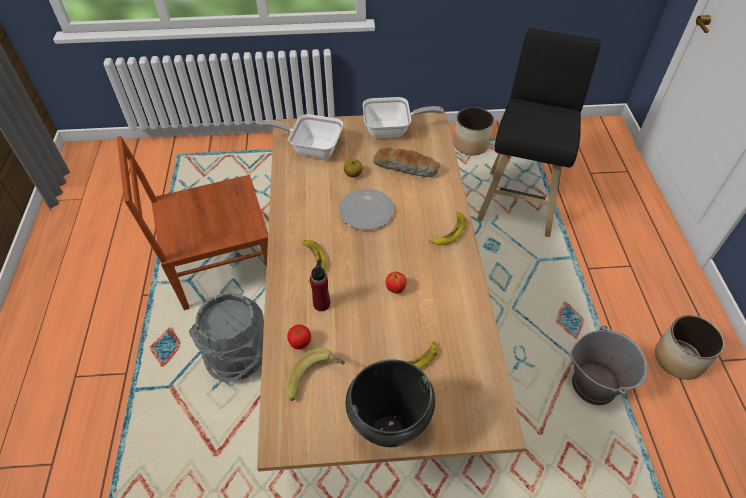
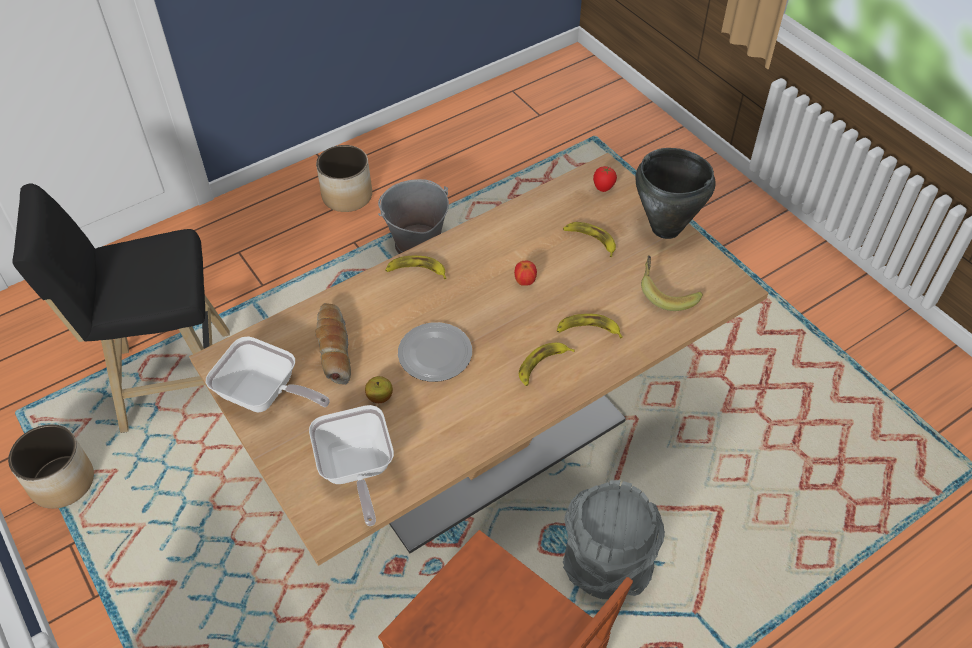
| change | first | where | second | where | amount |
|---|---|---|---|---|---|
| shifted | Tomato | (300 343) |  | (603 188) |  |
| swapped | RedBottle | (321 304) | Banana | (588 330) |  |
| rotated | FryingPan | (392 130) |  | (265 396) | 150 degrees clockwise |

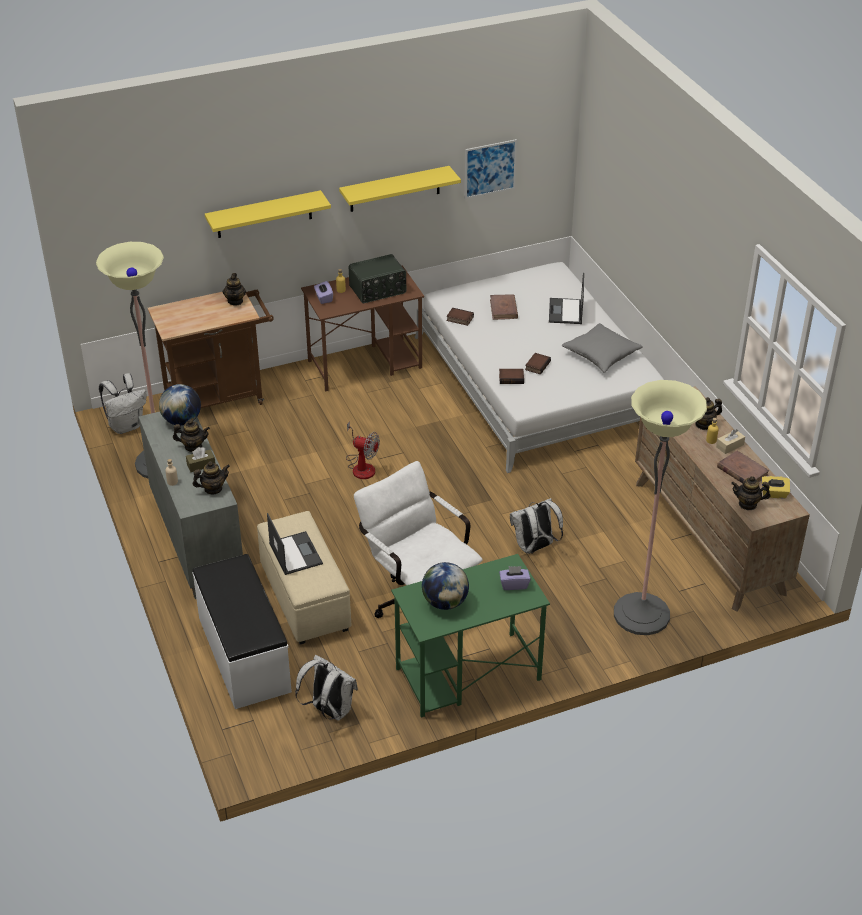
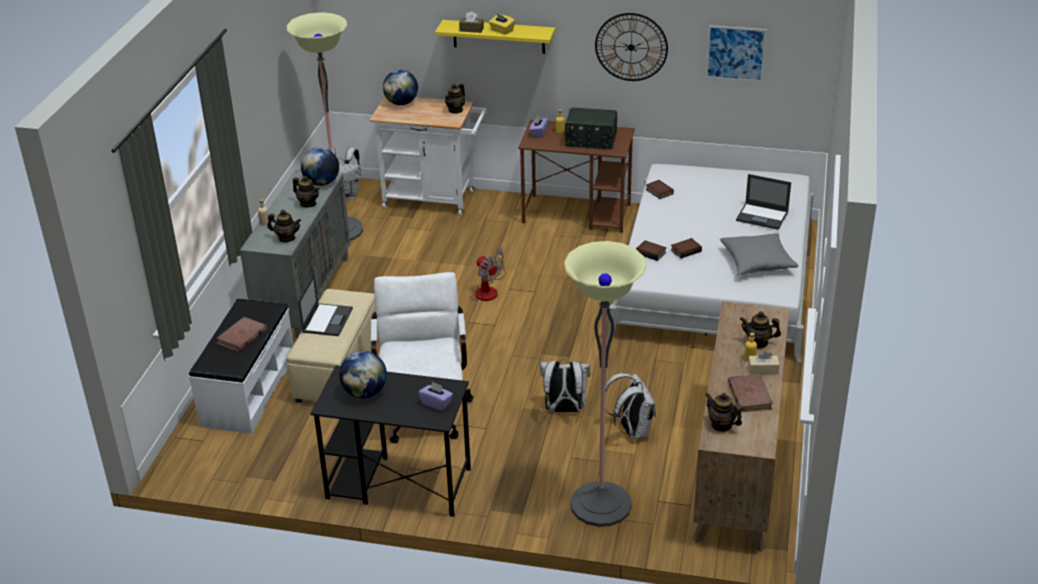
| change | first | where | second | where | amount |
|---|---|---|---|---|---|
| new |  |  | Globe | (401 103) |  |
| shifted | BrownTissueBox | (201 465) |  | (471 29) |  |
| shifted | WhiteBackpack | (329 710) |  | (632 430) |  |
| shifted | BrownBook | (503 309) |  | (242 337) |  |
| shifted | YellowTissueBox | (774 494) |  | (502 30) |  |
| swapped | YellowShelf | (395 189) | WallClock | (631 47) |  |
| repainted | BrownCart | (220 398) | WhiteCart | (434 199) |  |
| repainted | GreenDesk | (467 675) | BlackDesk | (397 484) |  |
| rotated | Laptop | (565 312) |  | (762 216) | 105 degrees counterclockwise |

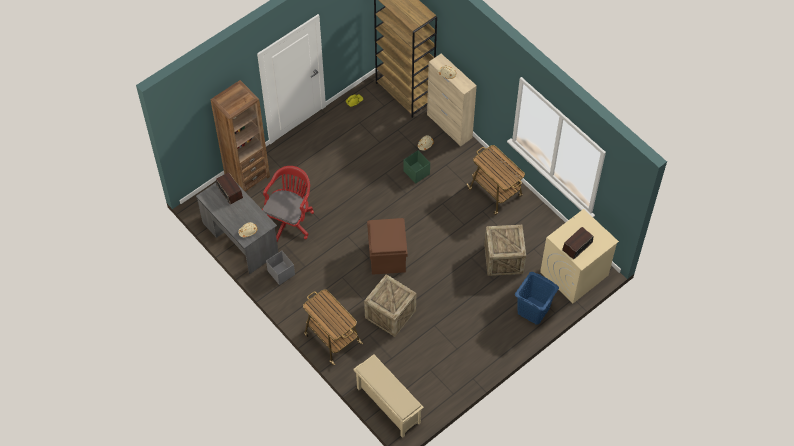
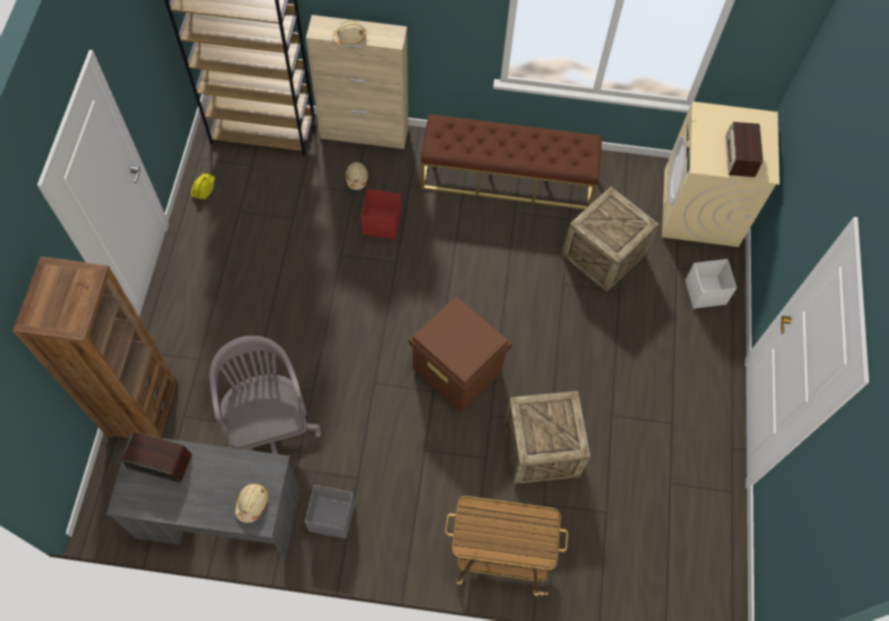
| change | first | where | second | where | amount |
|---|---|---|---|---|---|
| gone | BeigeShoeRack | (387 405) |  |  |  |
| swapped | Cart | (495 193) | BrownBench | (508 177) |  |
| swapped | BlueLaundryBasket | (533 310) | WhiteStorageBox | (705 292) |  |
| repainted | RedOfficeChair | (290 220) | GreyOfficeChair | (269 425) |  |
| repainted | GreenStorageBox | (416 173) | RedStorageBox | (382 224) |  |

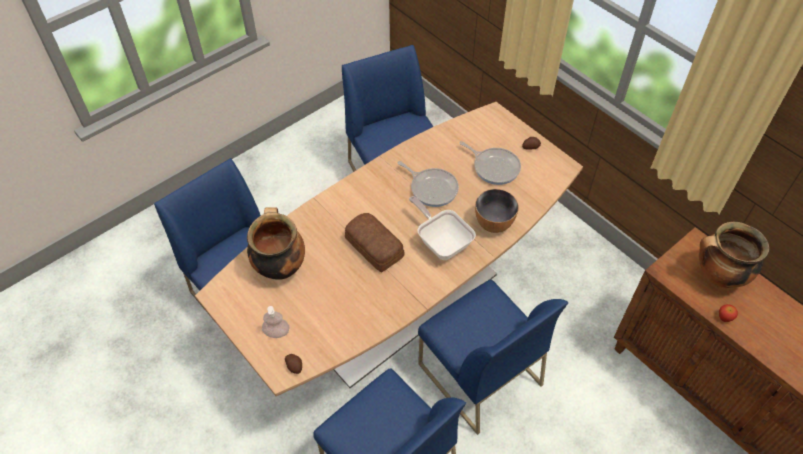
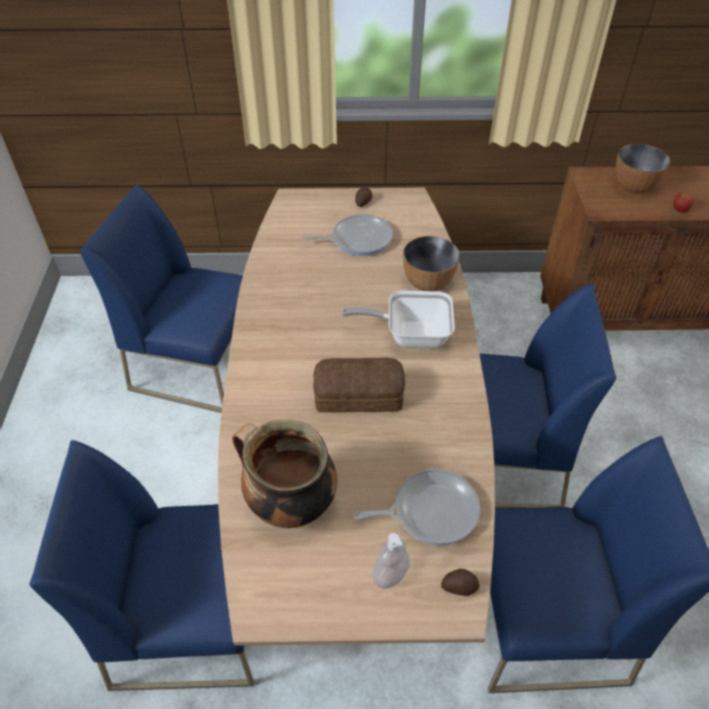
| change | first | where | second | where | amount |
|---|---|---|---|---|---|
| shifted | FryingPan | (432 188) |  | (430 510) |  |
| swapped | CookingPot | (718 276) | Bowl | (633 187) |  |

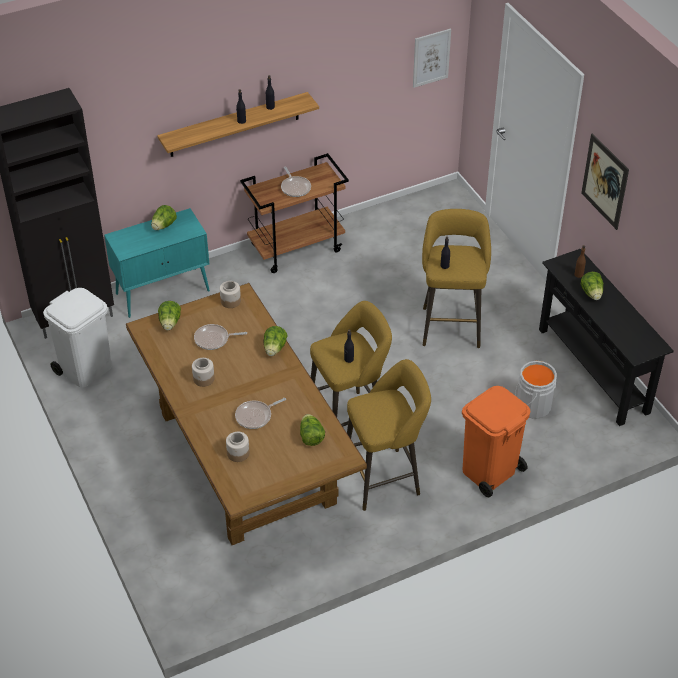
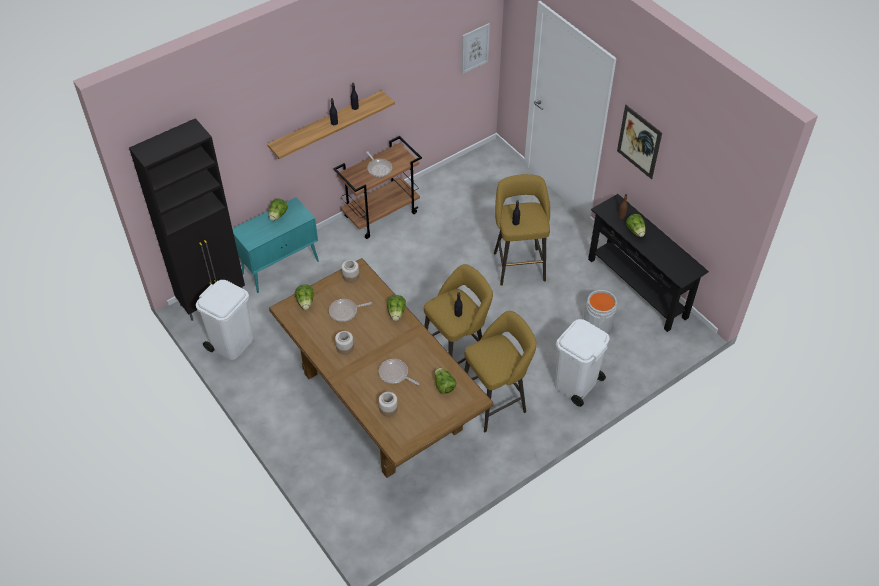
| change | first | where | second | where | amount |
|---|---|---|---|---|---|
| repainted | OrangeTrashCan | (489 471) | WhiteTrashCan | (575 384) |  |
| rotated | FryingPan | (255 416) |  | (395 374) | 75 degrees clockwise |

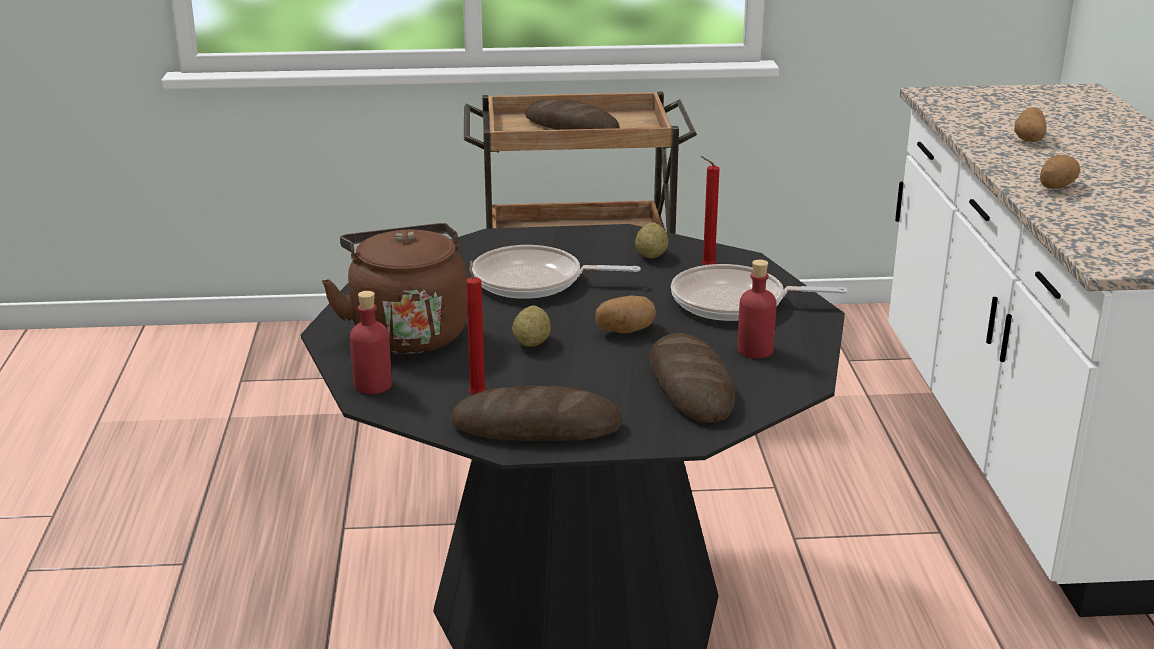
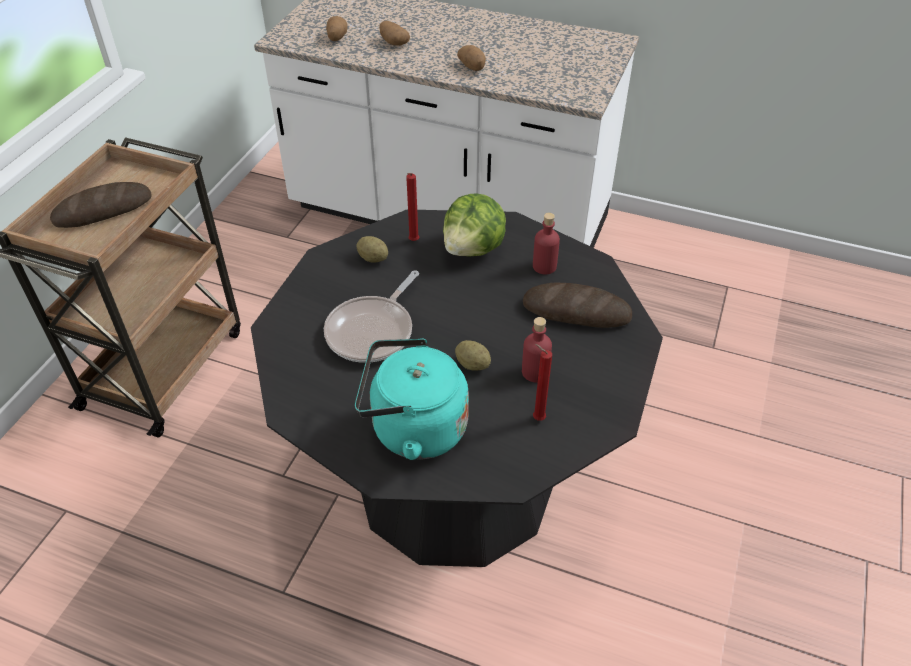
| change | first | where | second | where | amount |
|---|---|---|---|---|---|
| gone | Bread | (536 426) |  |  |  |
| shifted | RedBottle | (373 385) |  | (535 372) |  |
| shifted | Potato | (625 330) |  | (336 38) |  |
| swapped | FryingPan | (735 303) | Lettuce | (473 249) |  |
| repainted | BrownKettle | (406 332) | TurquoiseKettle | (413 429) |  |

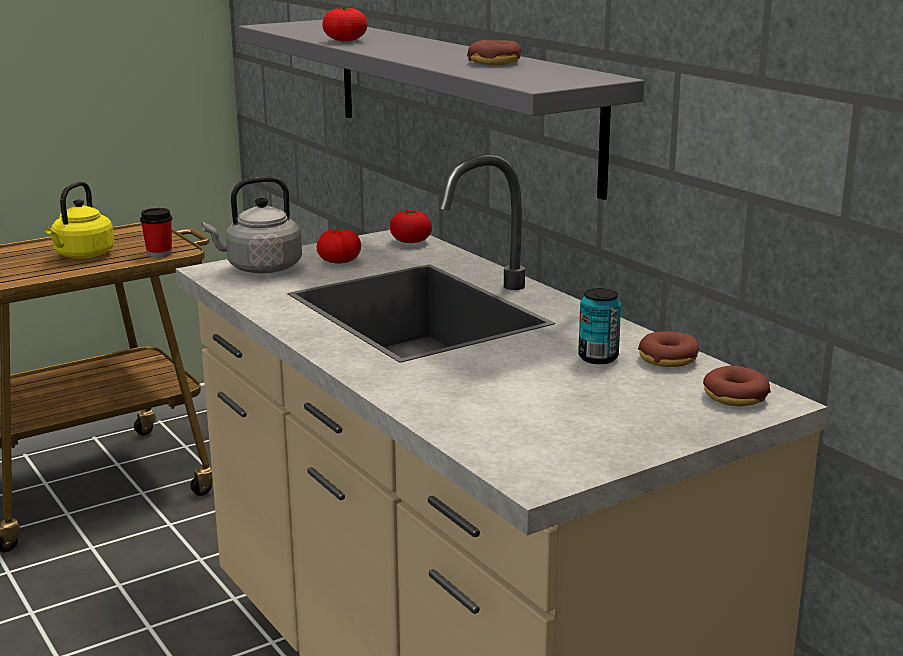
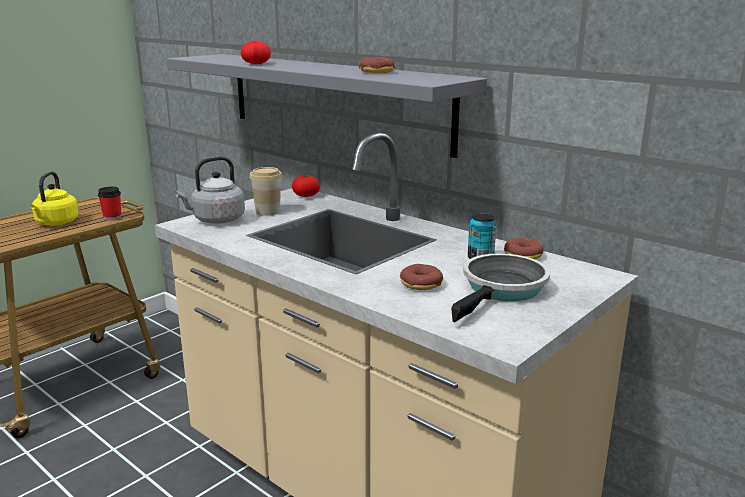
| change | first | where | second | where | amount |
|---|---|---|---|---|---|
| new |  |  | FryingPan | (502 290) |  |
| shifted | Donut | (735 397) |  | (421 284) |  |
| swapped | Tomato | (339 261) | Cup | (267 211) |  |

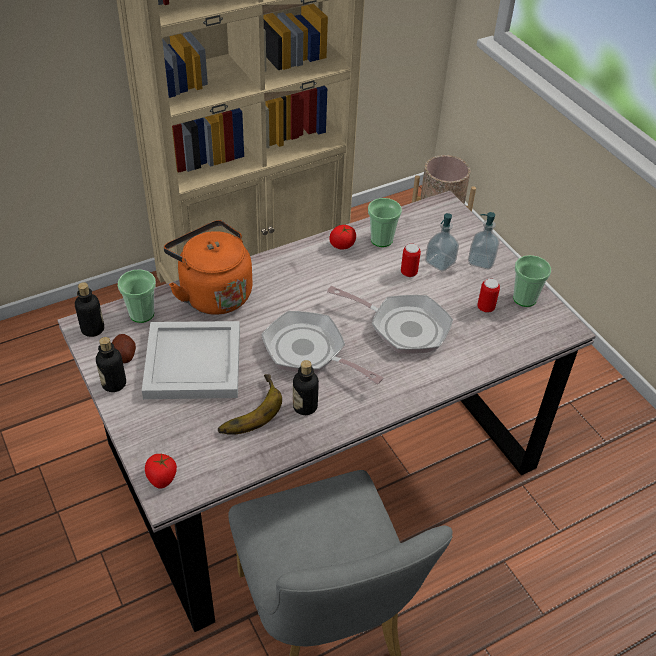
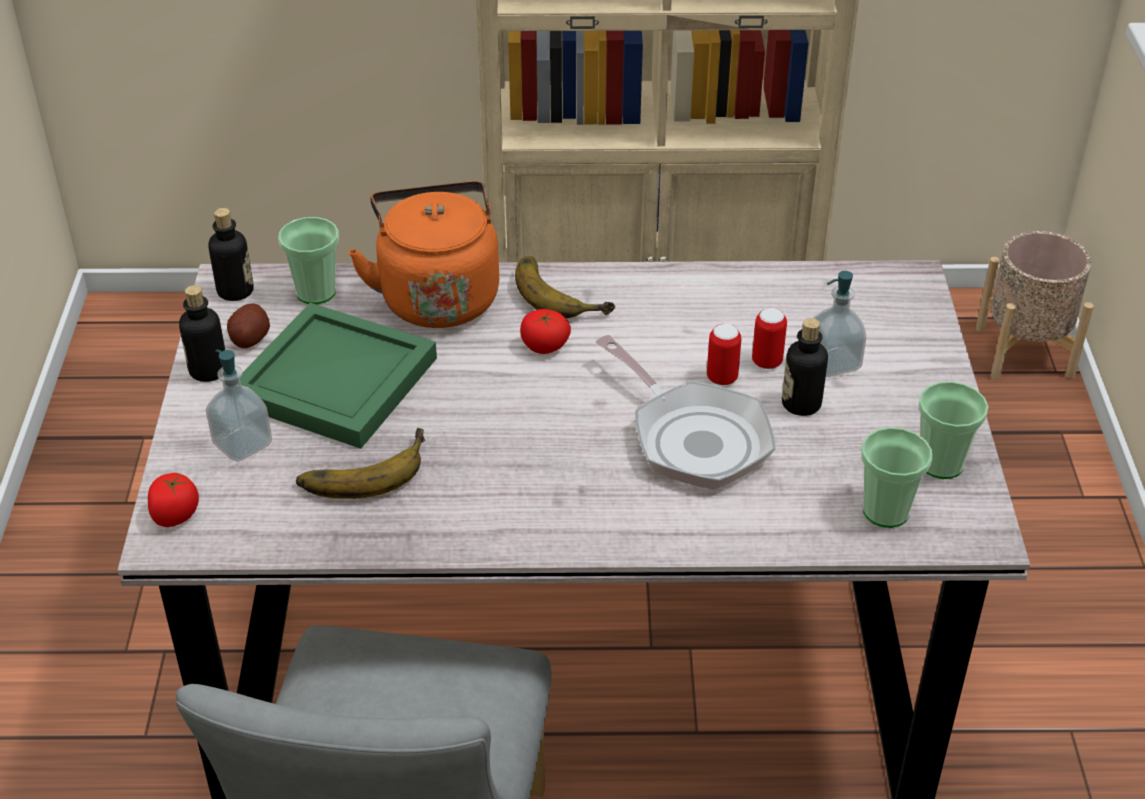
| change | first | where | second | where | amount |
|---|---|---|---|---|---|
| gone | FryingPan | (309 352) |  |  |  |
| new |  |  | Banana | (562 292) |  |
| shifted | Bottle | (305 406) |  | (801 404) |  |
| shifted | Tomato | (342 245) |  | (544 347) |  |
| shifted | Cup | (381 240) |  | (886 511) |  |
| shifted | SoapDispenser | (481 261) |  | (242 444) |  |
| shifted | Can | (485 308) |  | (722 378) |  |
| repainted | WhiteTray | (191 364) | GreenTray | (332 381) |  |

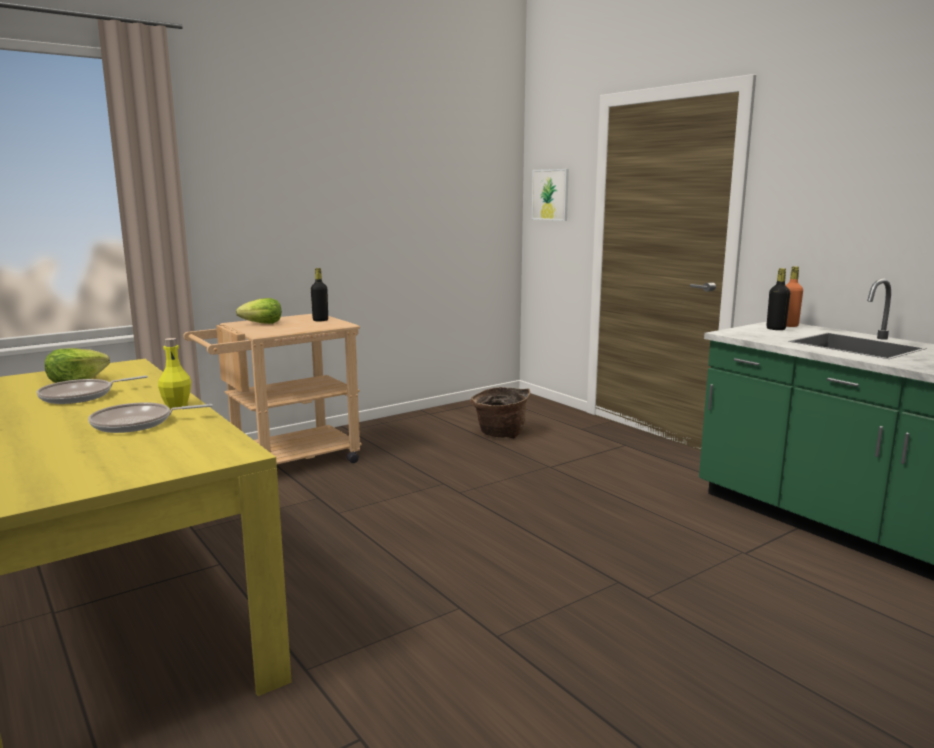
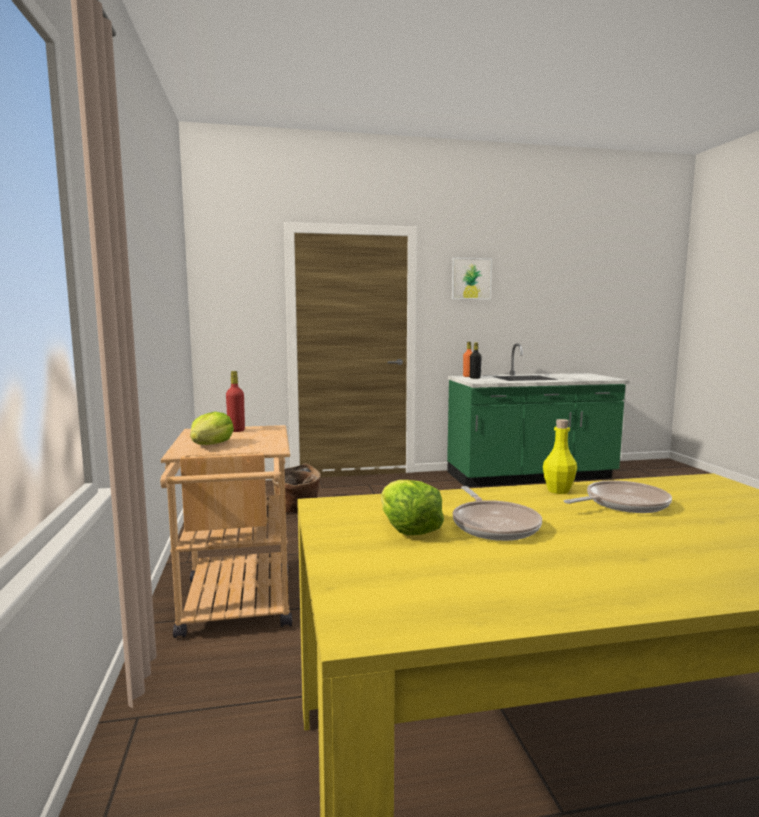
| change | first | where | second | where | amount |
|---|---|---|---|---|---|
| shifted | Picture | (550 194) |  | (471 278) |  |
| repainted | BlackBottle | (320 320) | RedBottle | (236 430) |  |
| rotated | FryingPan | (137 423) |  | (622 504) | 120 degrees counterclockwise |

